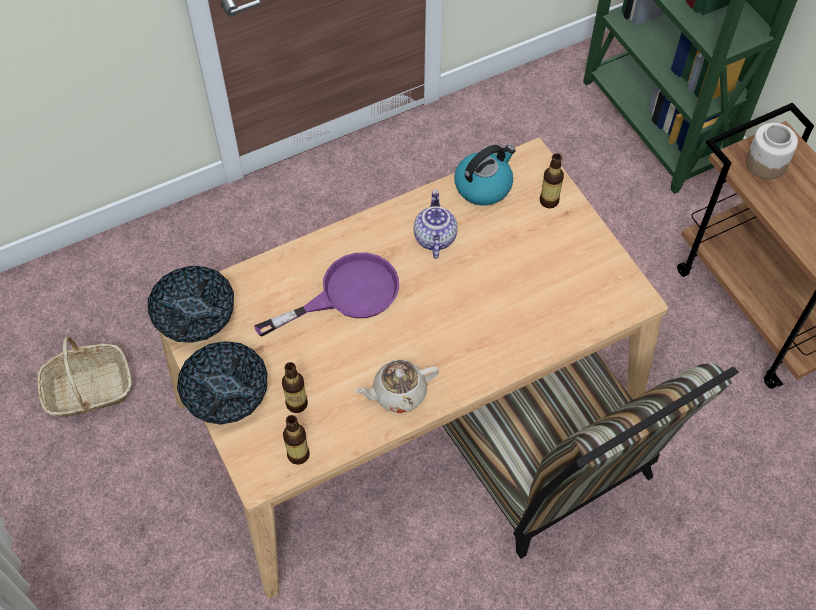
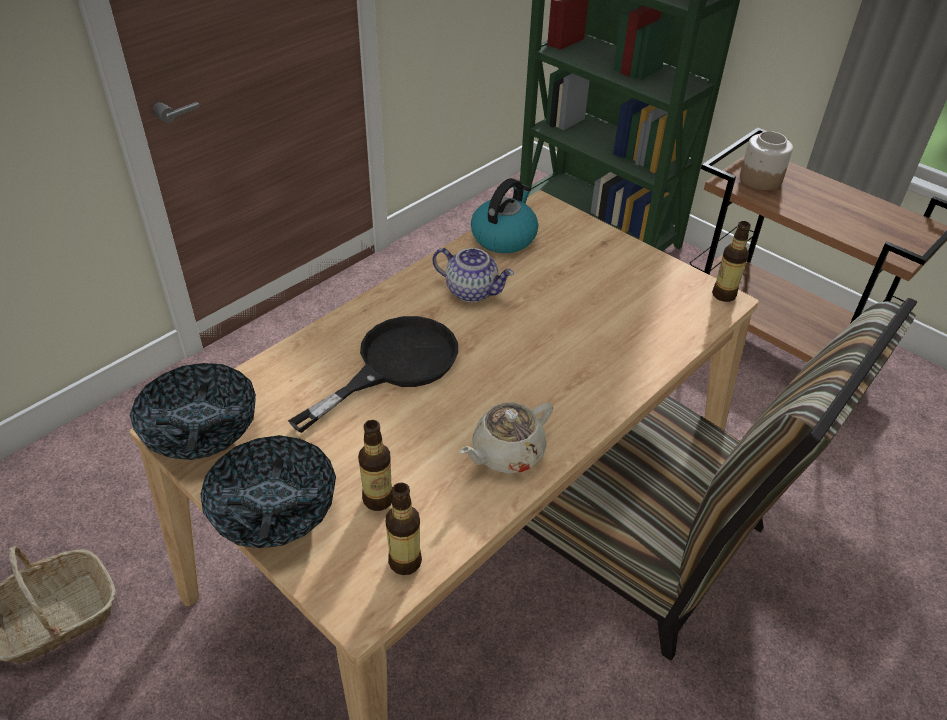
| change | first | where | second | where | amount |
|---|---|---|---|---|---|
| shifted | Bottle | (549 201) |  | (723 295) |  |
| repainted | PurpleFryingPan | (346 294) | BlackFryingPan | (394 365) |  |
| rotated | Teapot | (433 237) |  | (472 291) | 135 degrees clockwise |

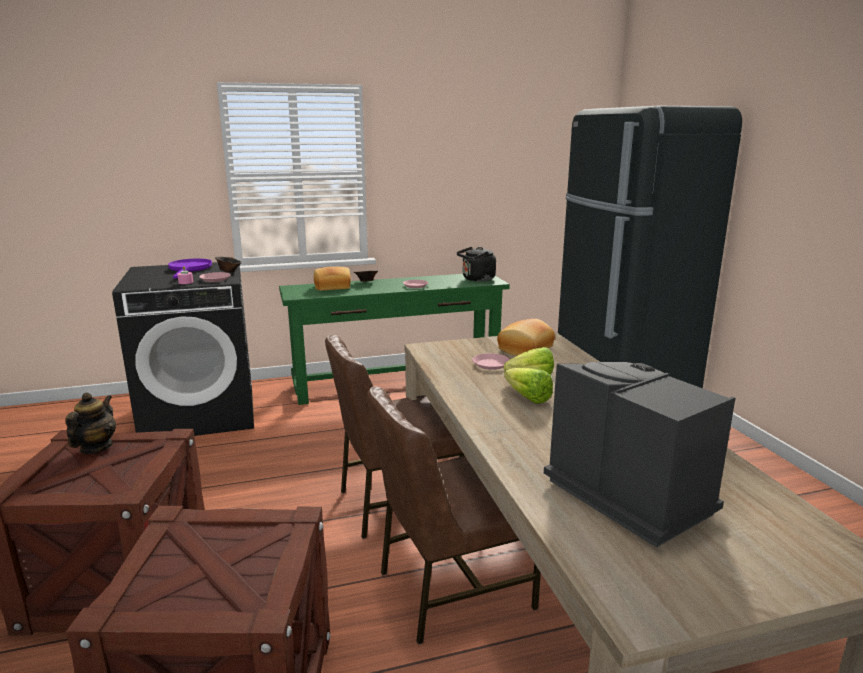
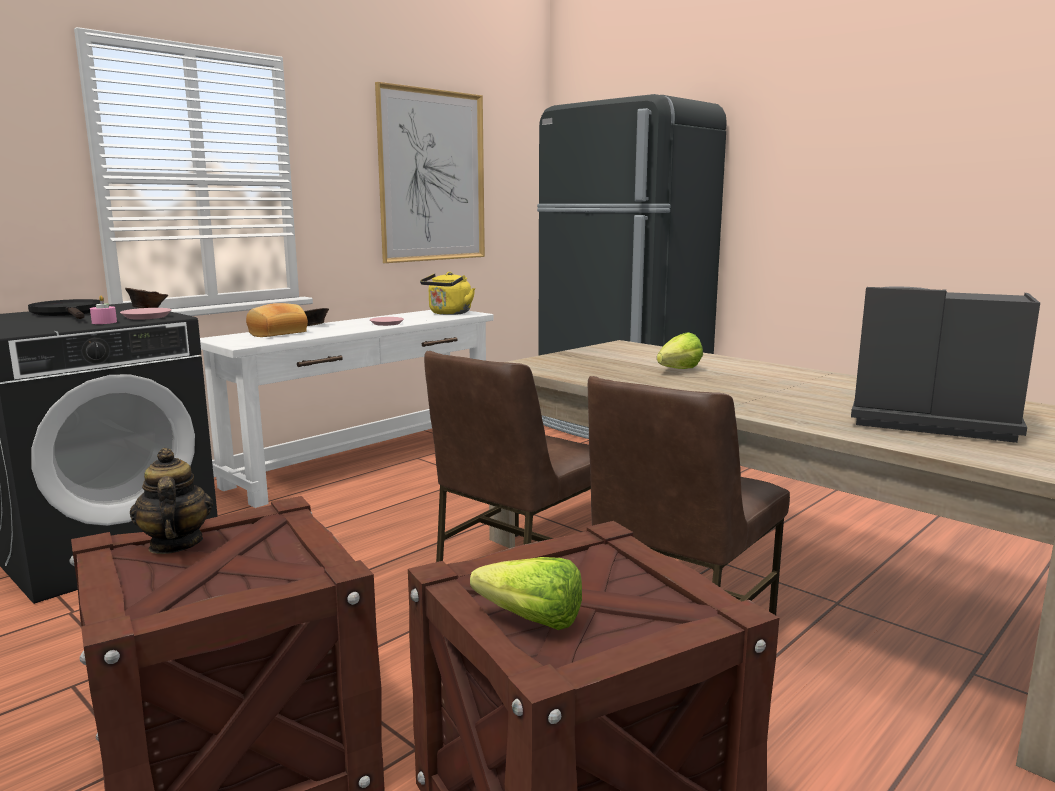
| change | first | where | second | where | amount |
|---|---|---|---|---|---|
| gone | PinkPlate | (490 364) |  |  |  |
| gone | Bread | (526 349) |  |  |  |
| new |  |  | Picture | (432 176) |  |
| shifted | Lettuce | (525 396) |  | (524 618) |  |
| repainted | PurpleFryingPan | (189 269) | BlackFryingPan | (70 313) |  |
| repainted | GreenConsoleTable | (397 383) | WhiteConsoleTable | (364 462) |  |
| repainted | BlackKettle | (477 279) | YellowKettle | (448 313) |  |

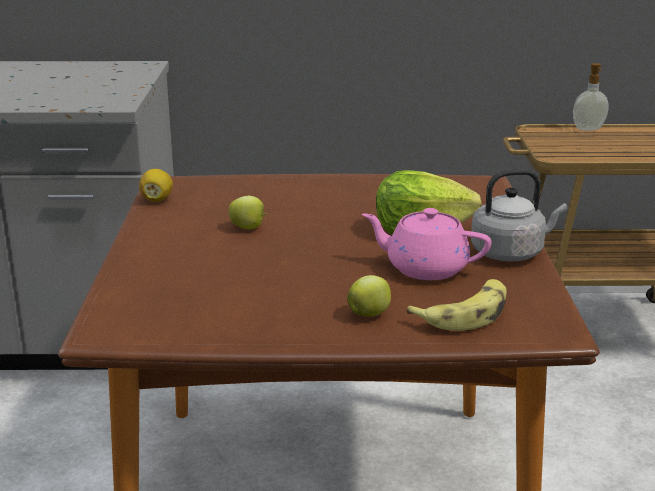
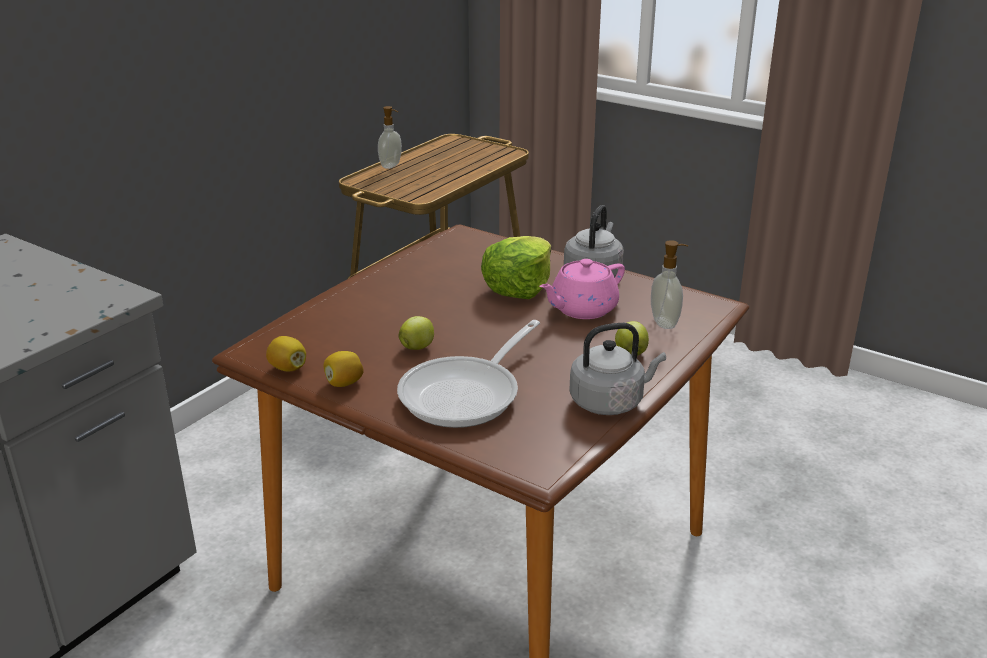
| change | first | where | second | where | amount |
|---|---|---|---|---|---|
| new |  |  | Lemon | (344 383) |  |
| new |  |  | FryingPan | (467 394) |  |
| new |  |  | GreyKettle | (610 402) |  |
| swapped | Banana | (464 314) | SoapDispenser | (665 322) |  |

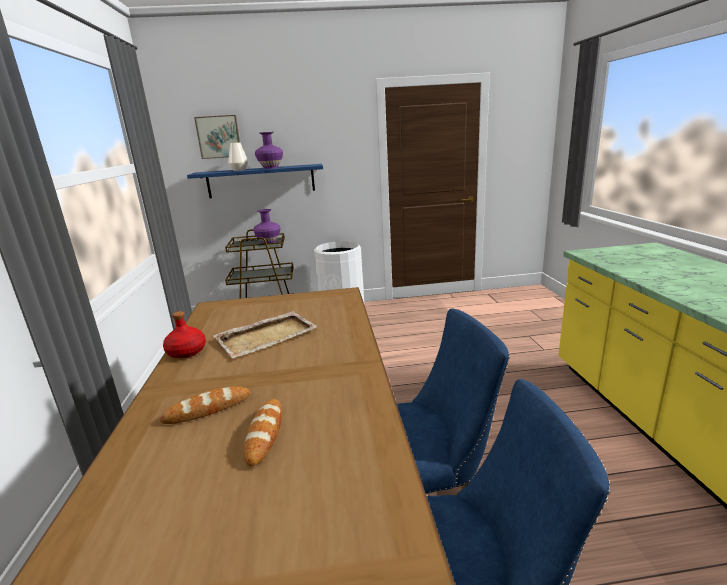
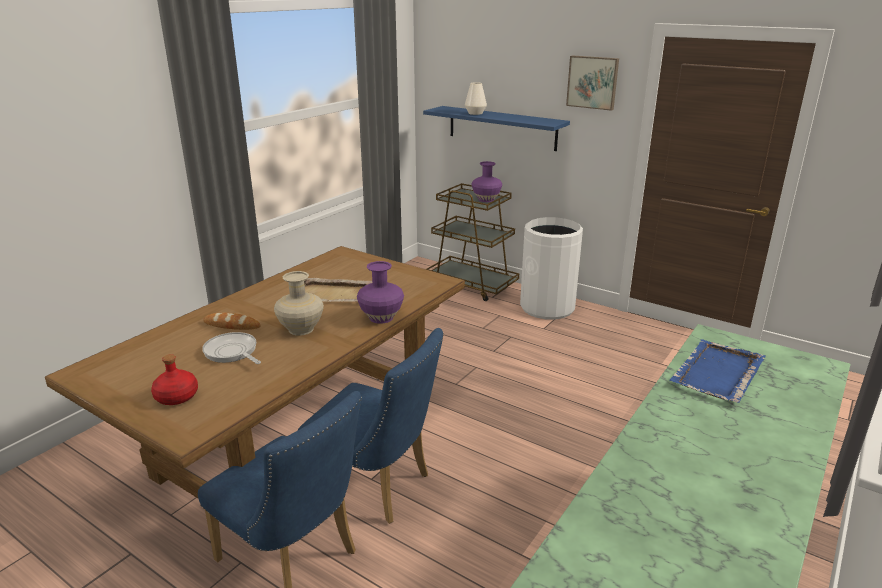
| change | first | where | second | where | amount |
|---|---|---|---|---|---|
| new |  |  | BeigeVase | (300 329) |  |
| new |  |  | BlueTray | (717 373) |  |
| shifted | RedBottle | (187 351) |  | (177 397) |  |
| shifted | Picture | (219 137) |  | (593 82) |  |
| shifted | PurpleVase | (270 168) |  | (380 317) |  |
| swapped | Bread | (265 433) | FryingPan | (232 352) |  |

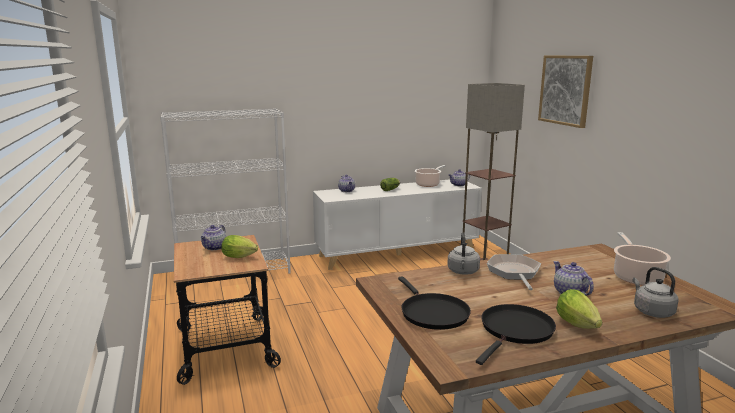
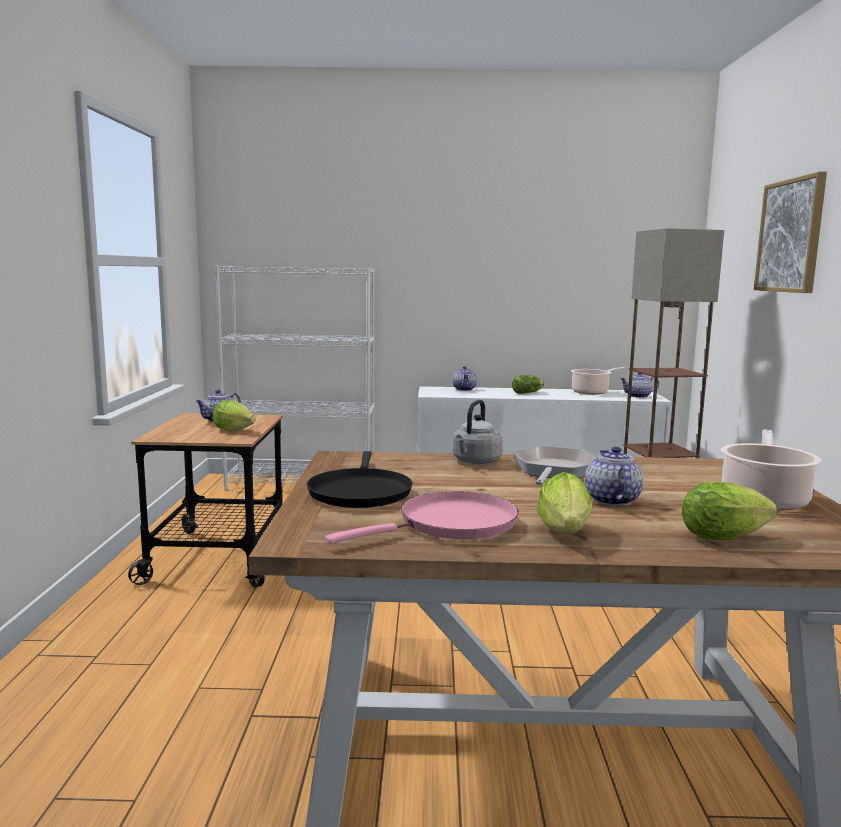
| change | first | where | second | where | amount |
|---|---|---|---|---|---|
| swapped | GreyKettle | (651 311) | Lettuce | (727 537) |  |
| repainted | BlackFryingPan | (515 331) | PinkFryingPan | (451 524) |  |

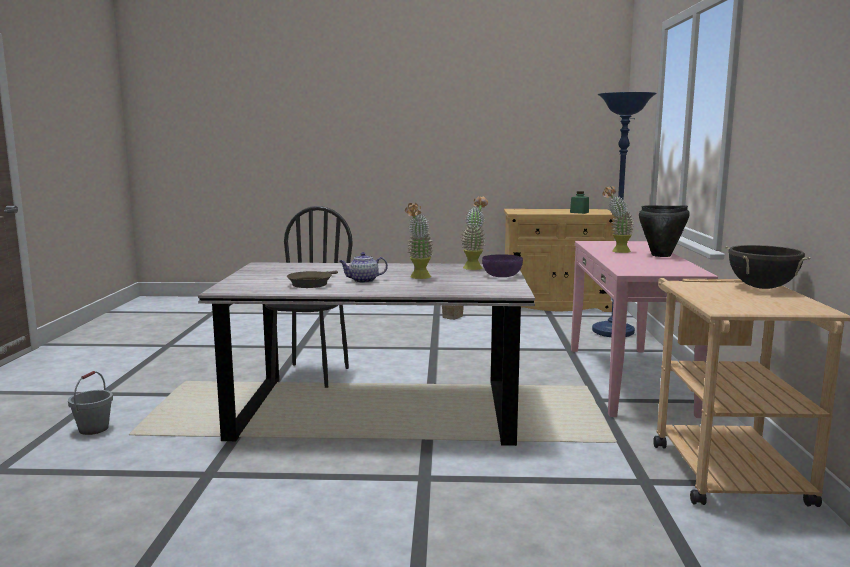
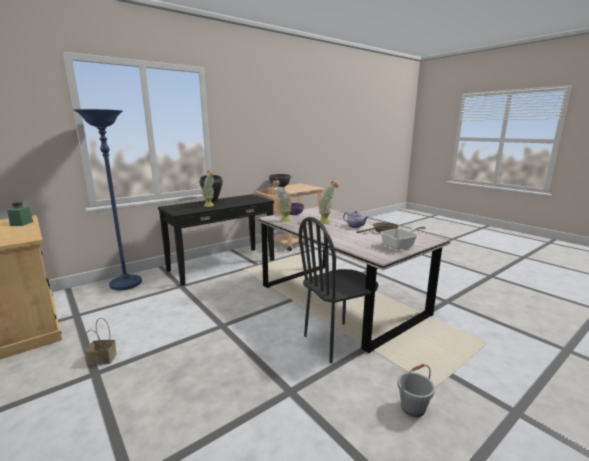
| change | first | where | second | where | amount |
|---|---|---|---|---|---|
| new |  |  | FryingPan | (401 245) |  |
| shifted | GreyBucket | (93 429) |  | (413 408) |  |
| repainted | PinkConsoleTable | (629 379) | BlackConsoleTable | (222 265) |  |

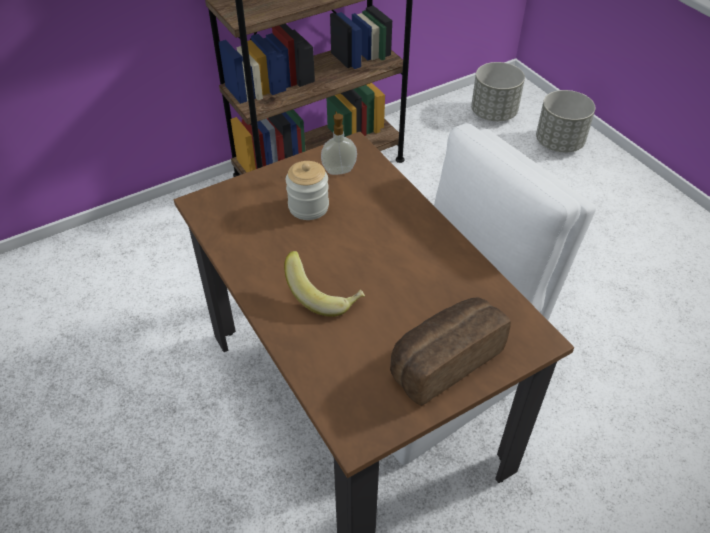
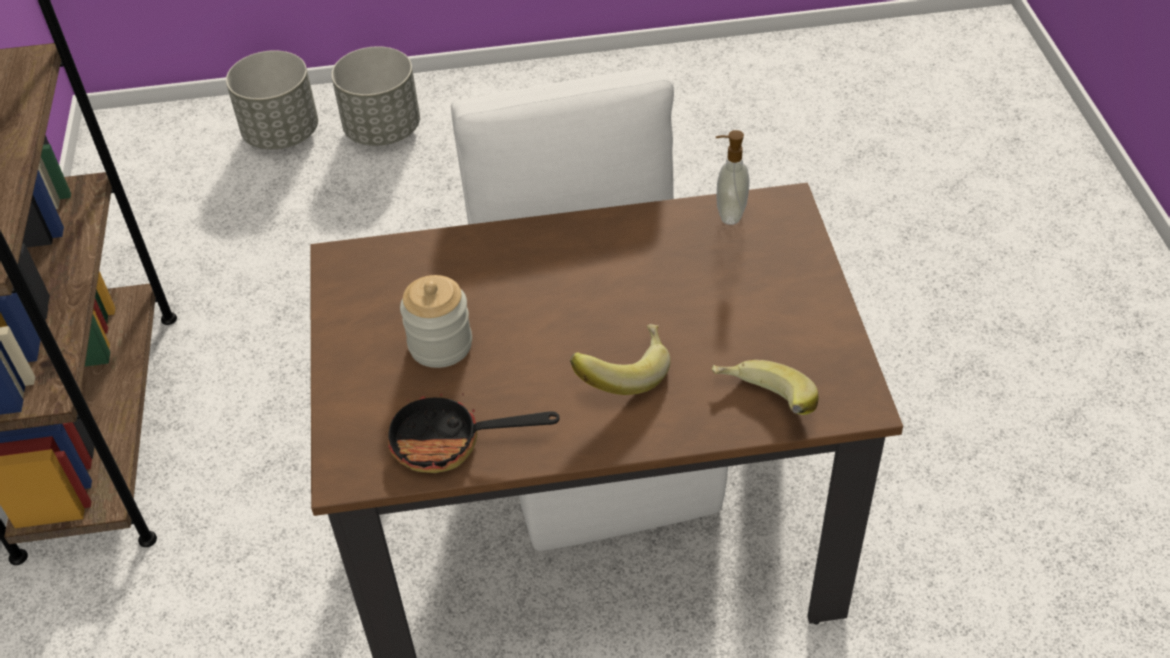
| change | first | where | second | where | amount |
|---|---|---|---|---|---|
| gone | Bread | (443 360) |  |  |  |
| new |  |  | FryingPan | (450 443) |  |
| new |  |  | Banana | (761 407) |  |
| shifted | SoapDispenser | (339 170) |  | (729 213) |  |
| shifted | GreyPlanter | (493 113) |  | (382 130) |  |

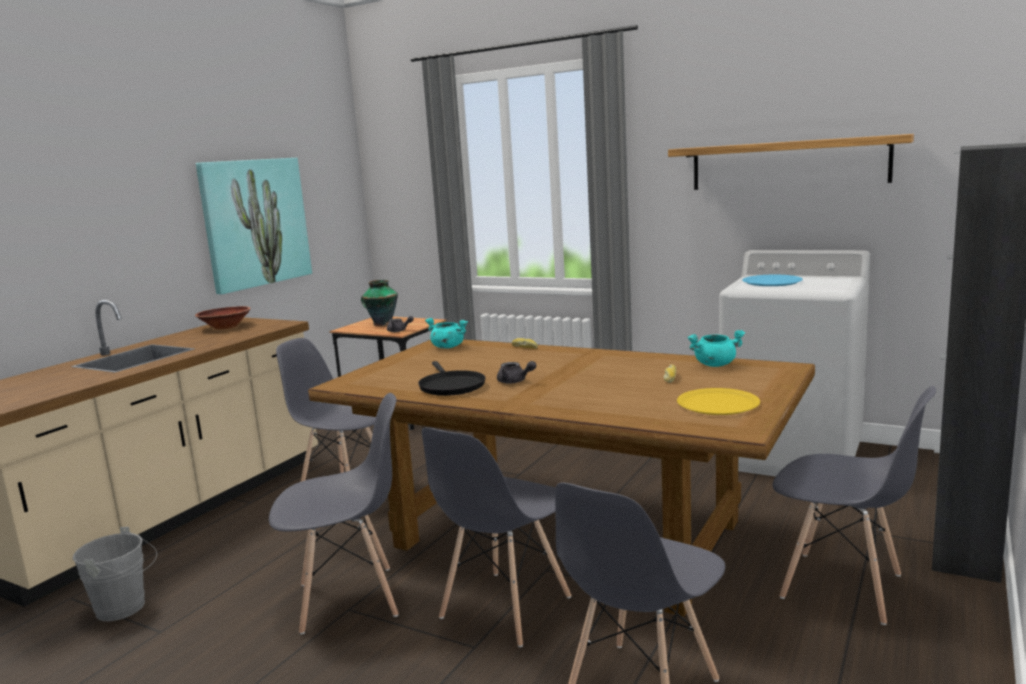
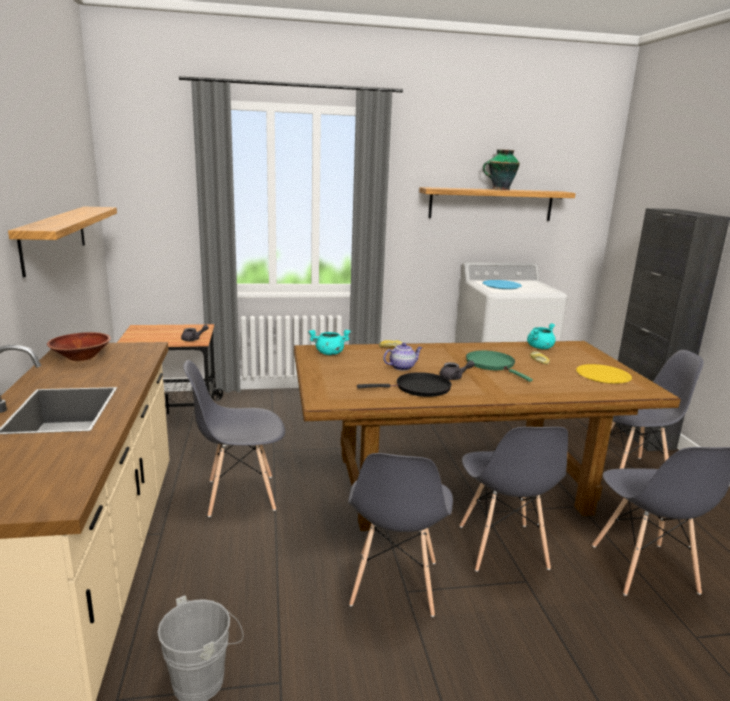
| change | first | where | second | where | amount |
|---|---|---|---|---|---|
| new |  |  | Teapot | (402 367) |  |
| new |  |  | GreenFryingPan | (492 365) |  |
| shifted | Vase | (382 324) |  | (500 189) |  |
| swapped | Picture | (255 223) | Shelf | (54 237) |  |
| rotated | GreyChair | (349 599) |  | (394 583) | 150 degrees clockwise |
| rotated | BlackFryingPan | (450 386) |  | (419 388) | 45 degrees counterclockwise |

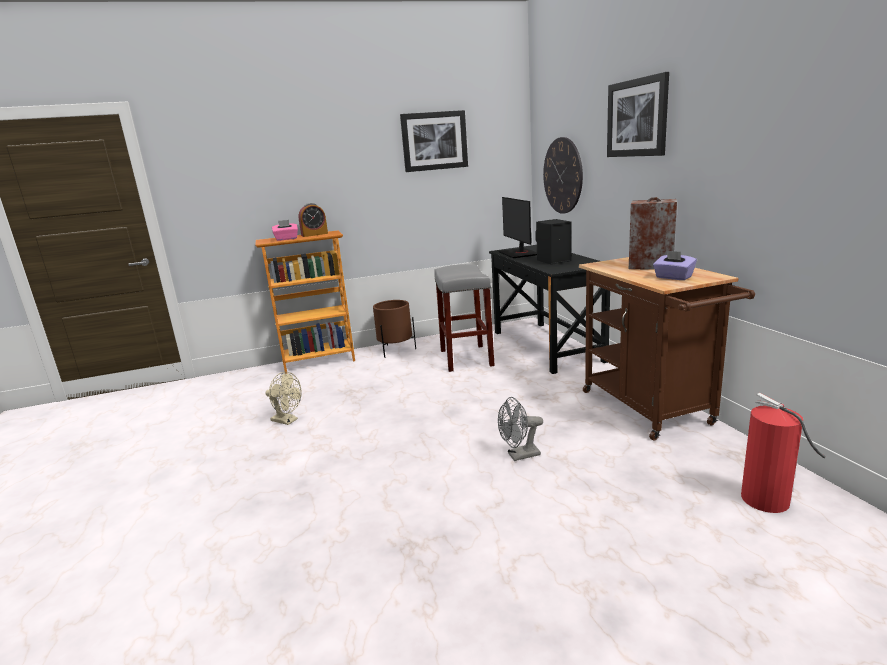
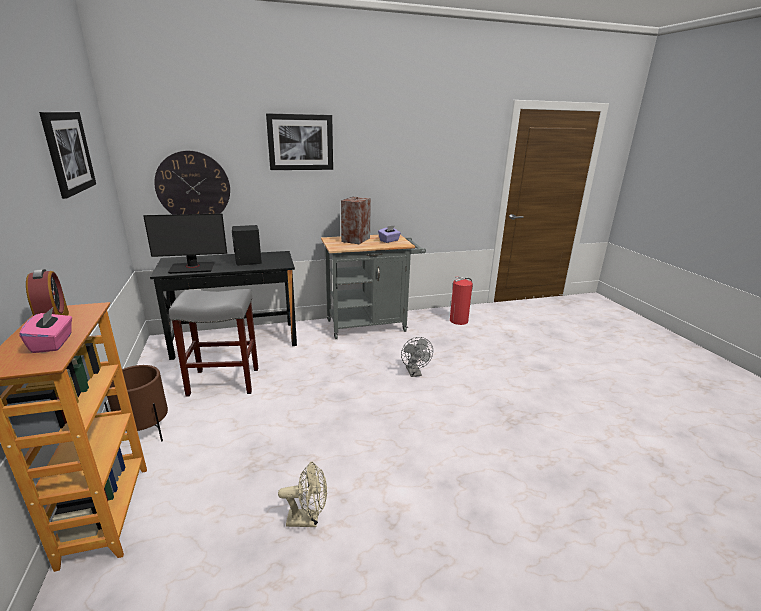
| change | first | where | second | where | amount |
|---|---|---|---|---|---|
| repainted | BrownCart | (651 410) | GreyCart | (371 325) |  |
| rotated | BeigeFan | (287 421) |  | (308 519) | 60 degrees clockwise |

